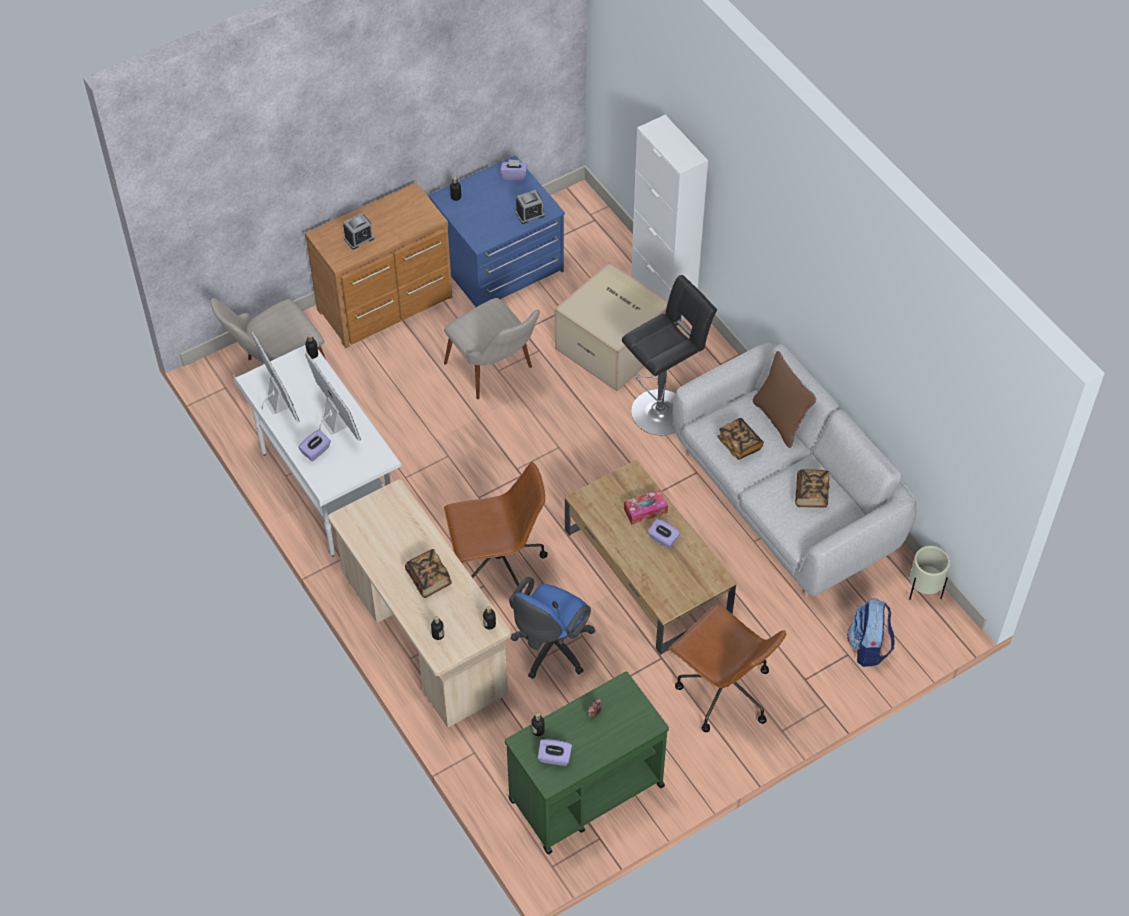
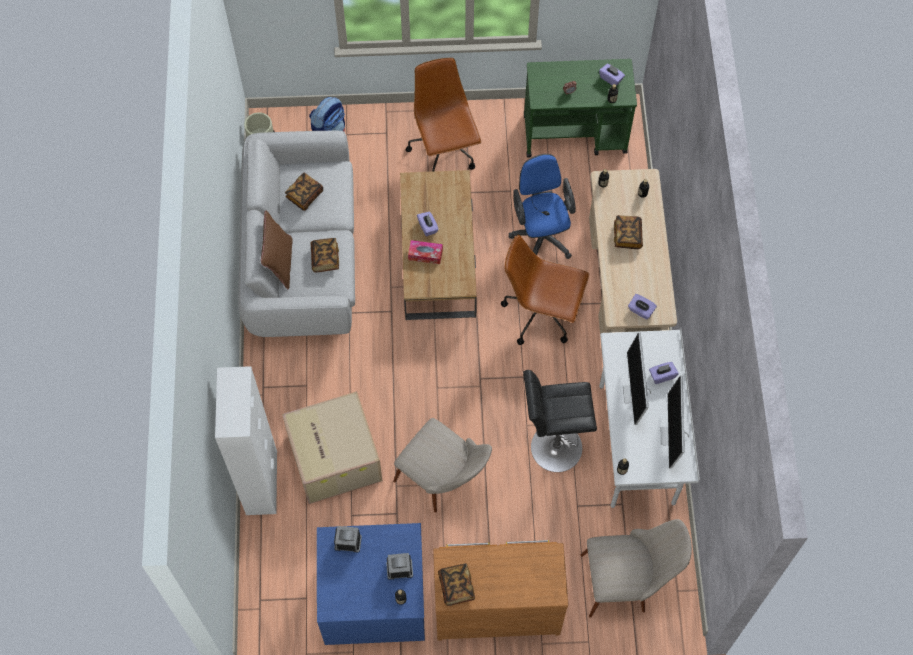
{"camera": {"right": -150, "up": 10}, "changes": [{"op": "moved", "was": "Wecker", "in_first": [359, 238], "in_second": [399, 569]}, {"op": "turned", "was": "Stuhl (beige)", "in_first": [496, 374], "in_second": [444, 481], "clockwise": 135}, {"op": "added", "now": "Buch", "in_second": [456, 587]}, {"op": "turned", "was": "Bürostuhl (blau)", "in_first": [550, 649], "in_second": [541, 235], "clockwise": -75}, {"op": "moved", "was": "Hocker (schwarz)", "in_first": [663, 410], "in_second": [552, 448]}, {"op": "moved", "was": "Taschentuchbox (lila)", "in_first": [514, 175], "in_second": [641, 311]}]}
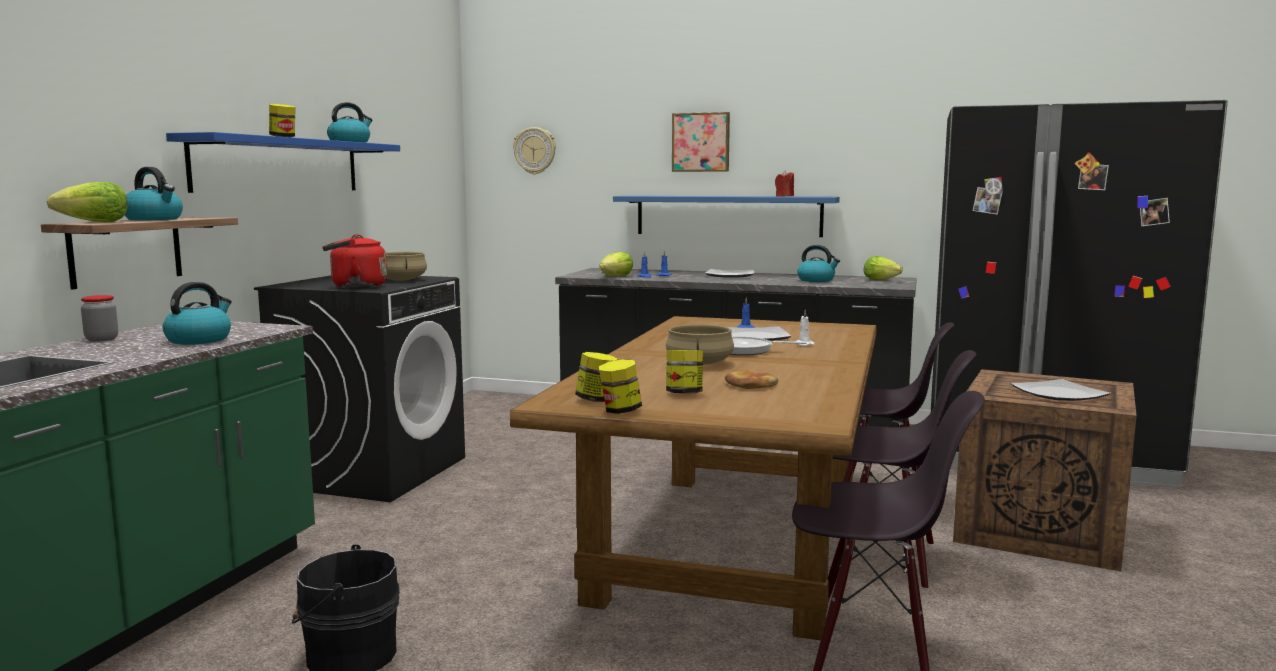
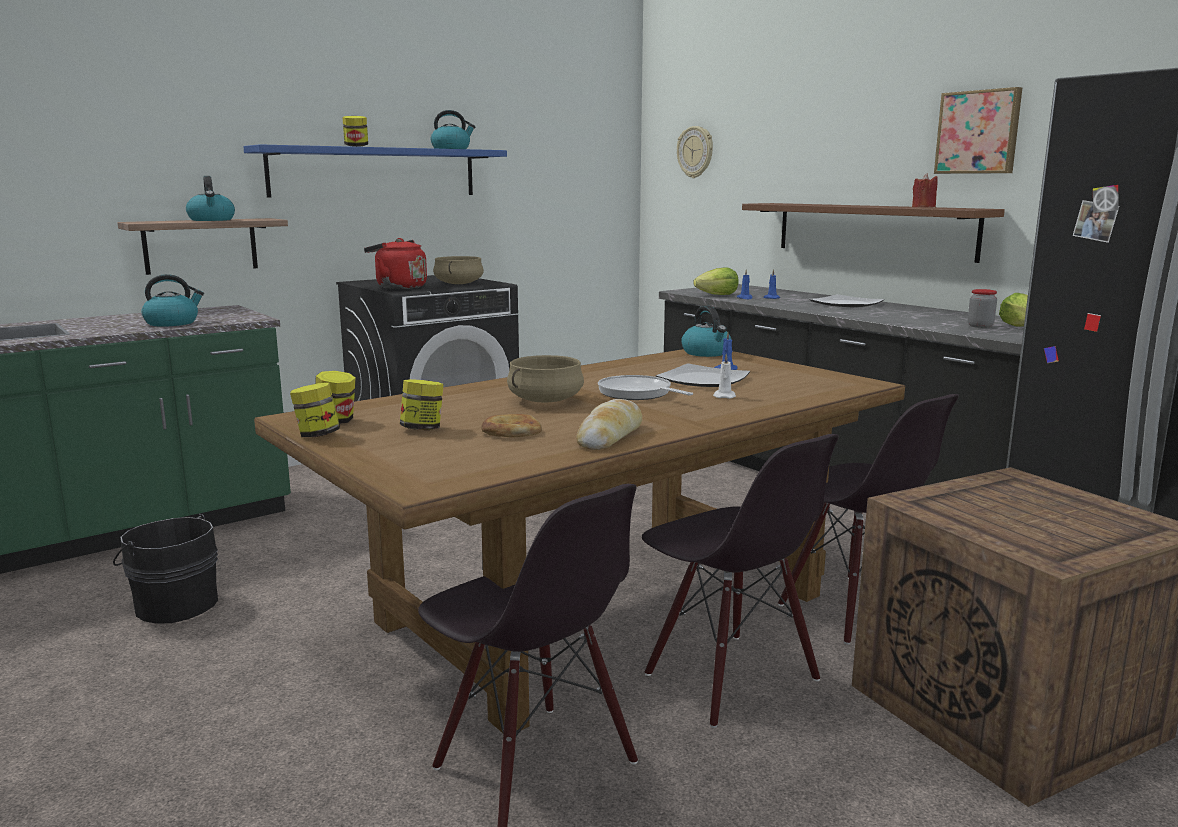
{"camera": {"right": 35, "up": 5}, "changes": [{"op": "added", "now": "Brot", "in_second": [610, 436]}, {"op": "moved", "was": "Wasserkessel", "in_first": [816, 280], "in_second": [706, 353]}, {"op": "recoloured", "was": "Wandregal (blau)", "now": "Wandregal (braun)", "in_first": [728, 215], "in_second": [872, 230]}, {"op": "moved", "was": "Bild", "in_first": [701, 142], "in_second": [978, 132]}, {"op": "moved", "was": "Vorratsglas", "in_first": [101, 339], "in_second": [980, 326]}, {"op": "removed", "was": "Salatkopf", "in_first": [94, 222]}, {"op": "removed", "was": "Teller", "in_first": [1057, 394]}]}
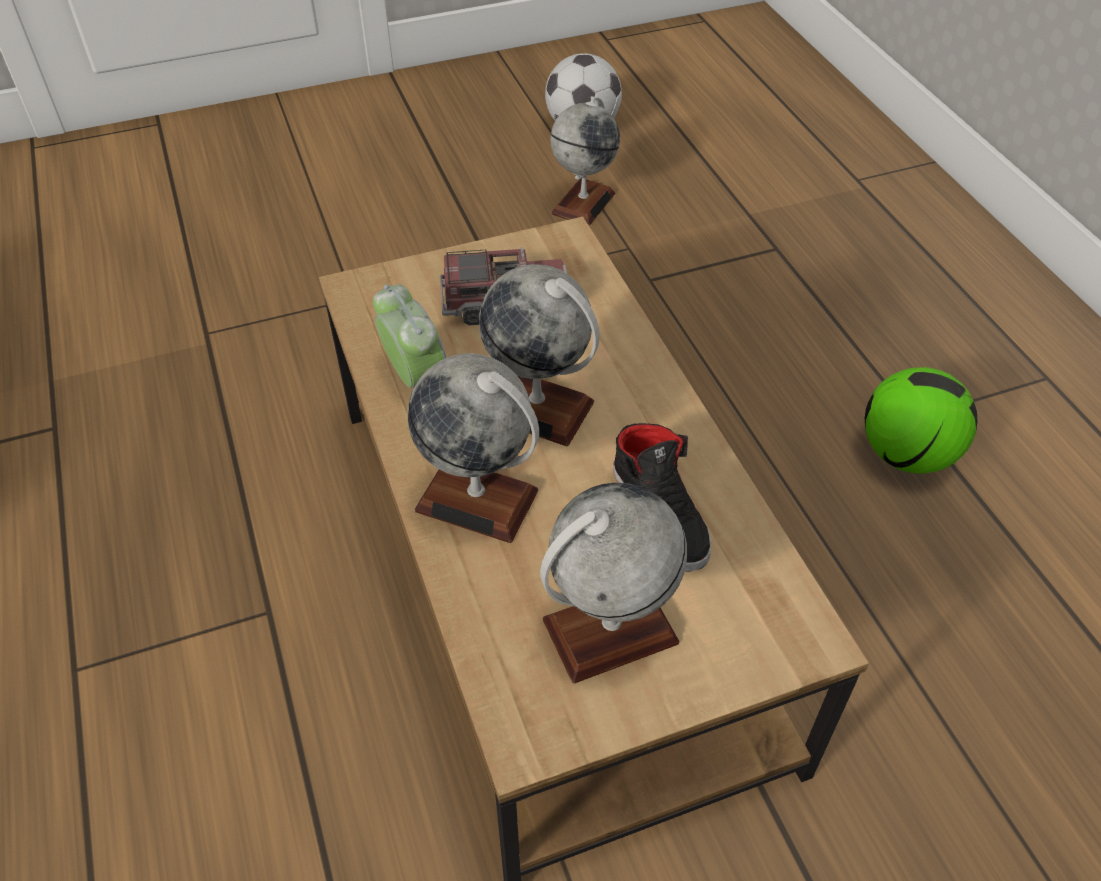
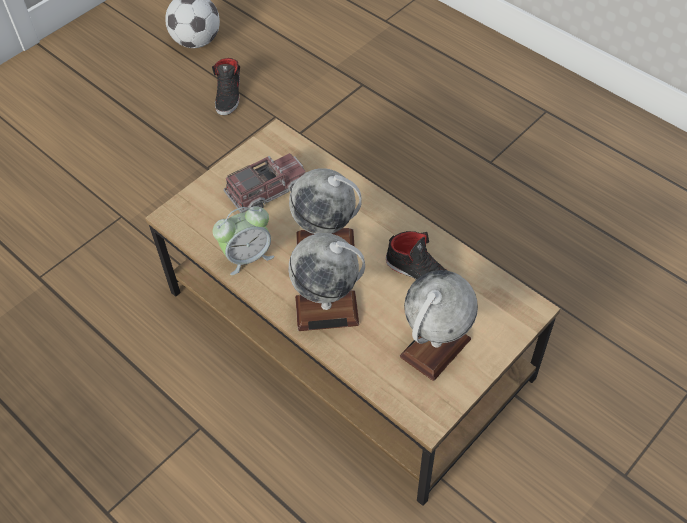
{"camera": {"right": -25, "up": 5}, "changes": [{"op": "replaced", "was": "Globus", "now": "Schuh (schwarz)", "in_first": [583, 203], "in_second": [229, 95]}, {"op": "turned", "was": "Wecker", "in_first": [416, 378], "in_second": [247, 256], "clockwise": 120}, {"op": "removed", "was": "Fußball", "in_first": [907, 454]}]}
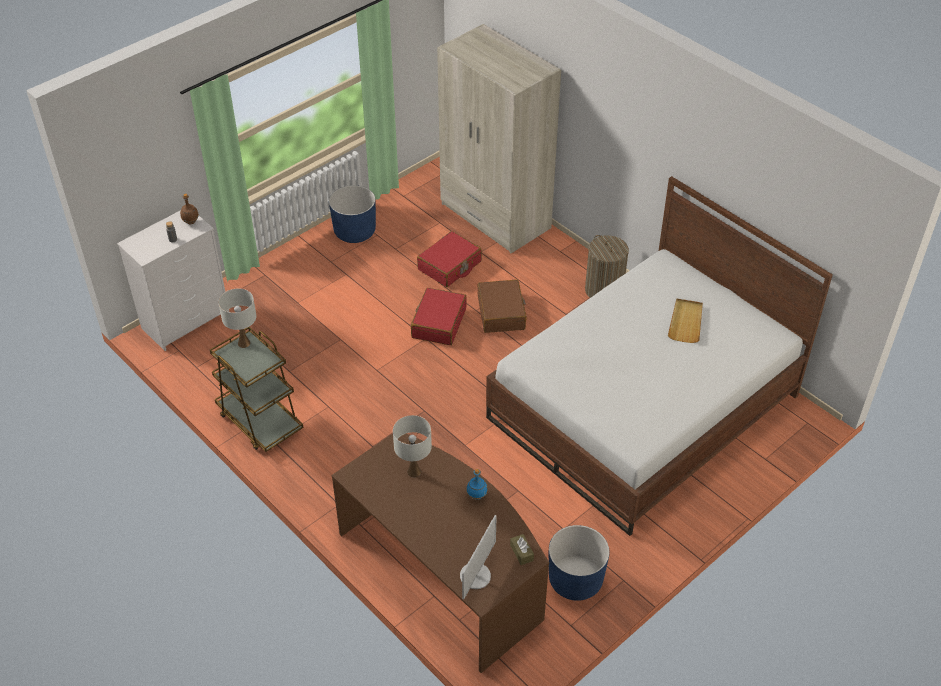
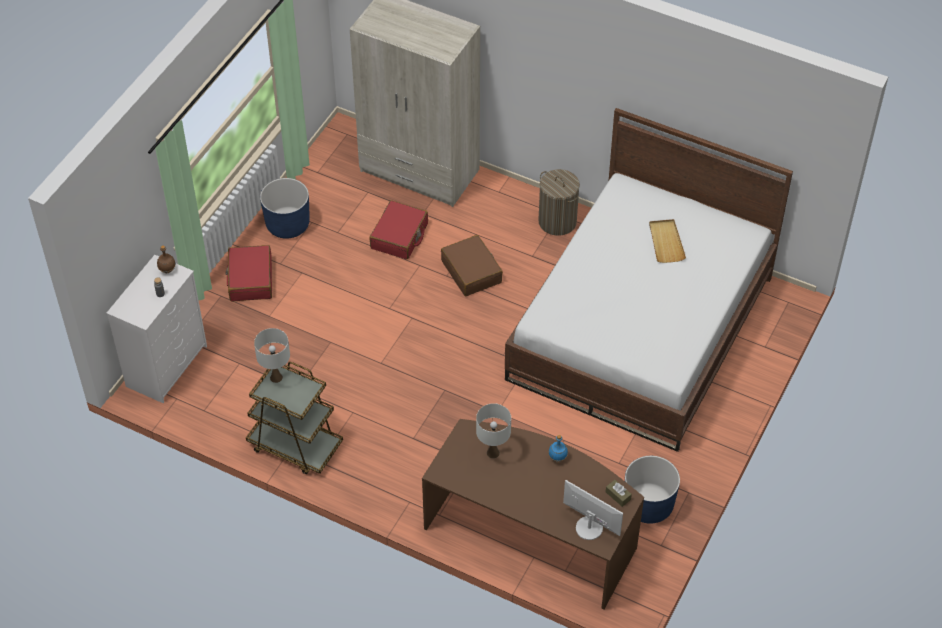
{"camera": {"right": -20, "up": 5}, "changes": [{"op": "moved", "was": "Koffer (rot)", "in_first": [438, 323], "in_second": [250, 279]}, {"op": "turned", "was": "Monitor", "in_first": [476, 576], "in_second": [589, 527], "clockwise": -60}]}
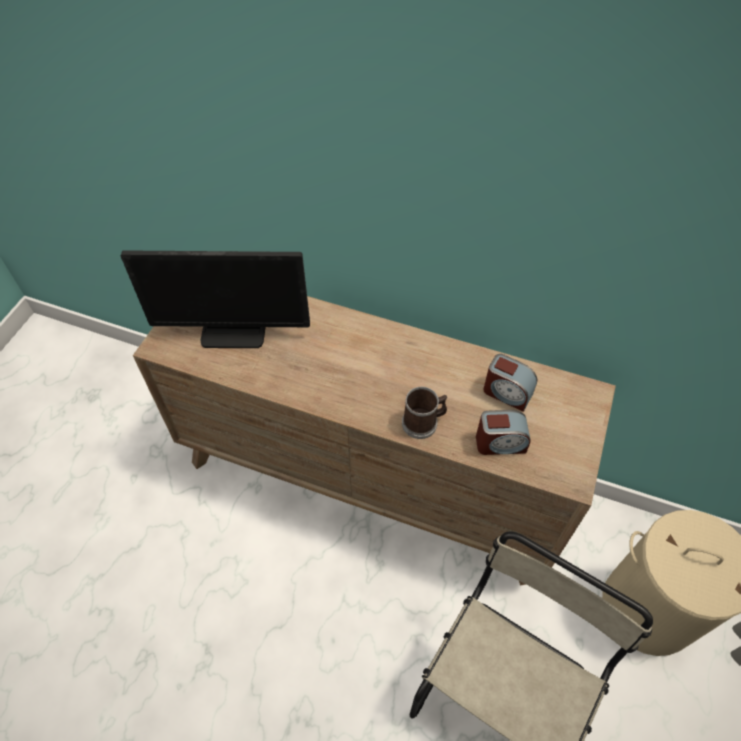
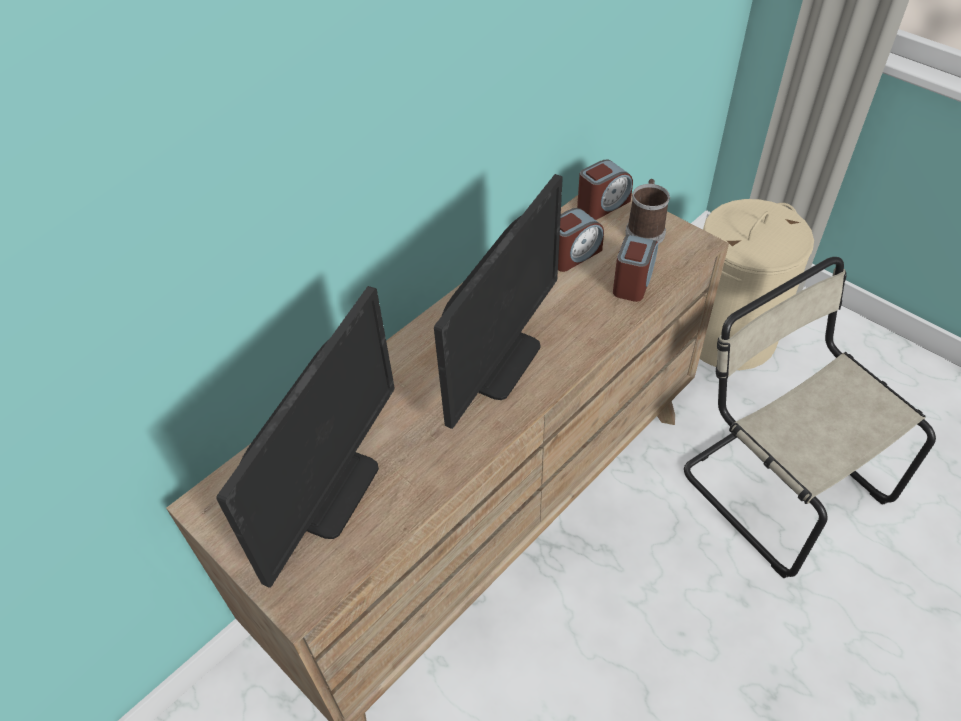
{"camera": {"right": -65, "up": -5}, "changes": [{"op": "added", "now": "Monitor", "in_second": [499, 362]}, {"op": "added", "now": "Wecker", "in_second": [602, 205]}, {"op": "moved", "was": "Henkelbecher", "in_first": [423, 422], "in_second": [645, 230]}]}
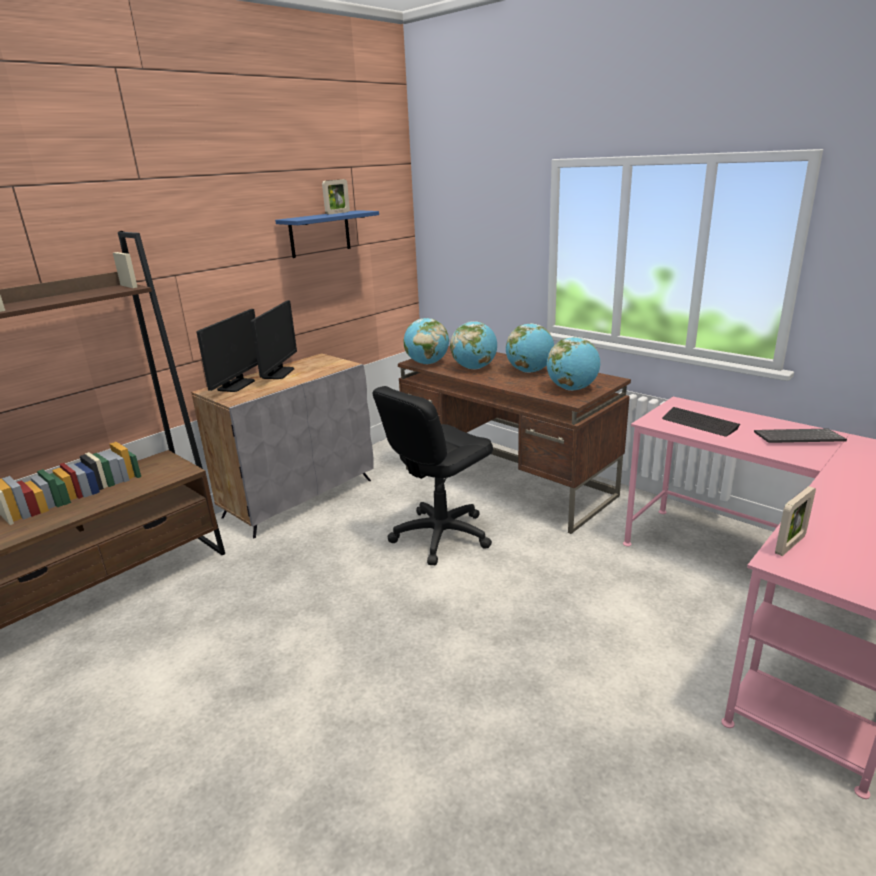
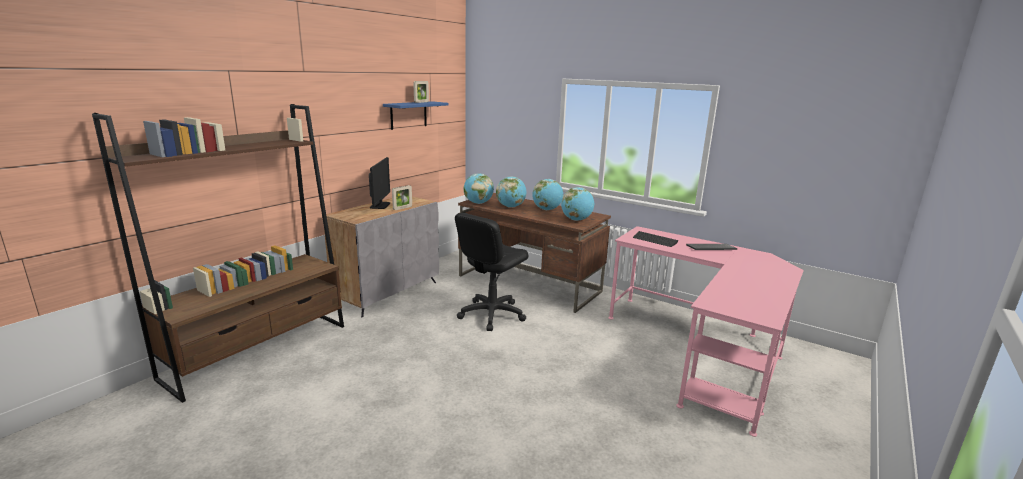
{"camera": {"right": -10, "up": -5}, "changes": [{"op": "moved", "was": "Bilderrahmen", "in_first": [790, 545], "in_second": [402, 208]}, {"op": "removed", "was": "Monitor", "in_first": [236, 385]}]}
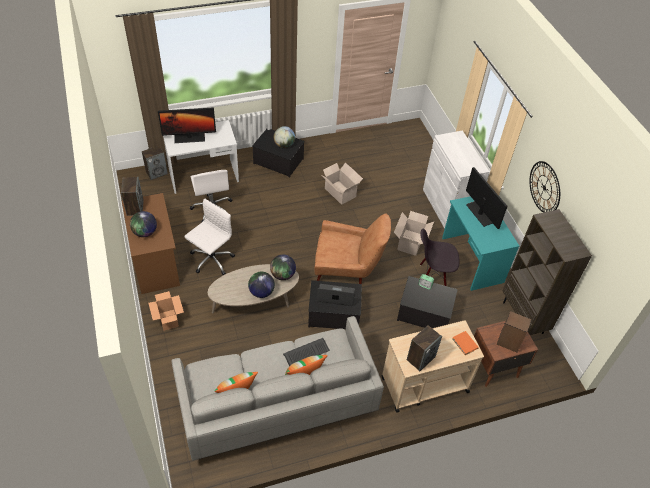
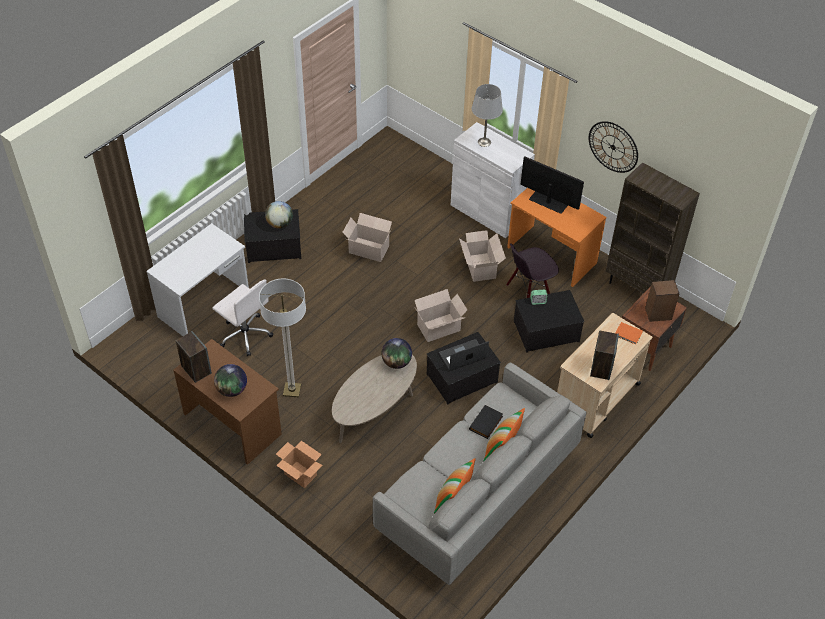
{"camera": {"right": -30, "up": 0}, "changes": [{"op": "replaced", "was": "Bürostuhl (weiß)", "now": "Stehlampe", "in_first": [211, 260], "in_second": [292, 390]}, {"op": "replaced", "was": "Sessel (braun)", "now": "Karton", "in_first": [347, 270], "in_second": [440, 327]}, {"op": "replaced", "was": "Tastatur", "now": "Buch (schwarz)", "in_first": [306, 353], "in_second": [486, 423]}, {"op": "added", "now": "Tischlampe (grau)", "in_second": [484, 142]}, {"op": "recoloured", "was": "Schreibtisch (türkis)", "now": "Schreibtisch (orange)", "in_first": [471, 260], "in_second": [551, 256]}, {"op": "removed", "was": "Lautsprecher", "in_first": [156, 173]}, {"op": "removed", "was": "Monitor", "in_first": [189, 137]}, {"op": "removed", "was": "Globus", "in_first": [261, 292]}]}
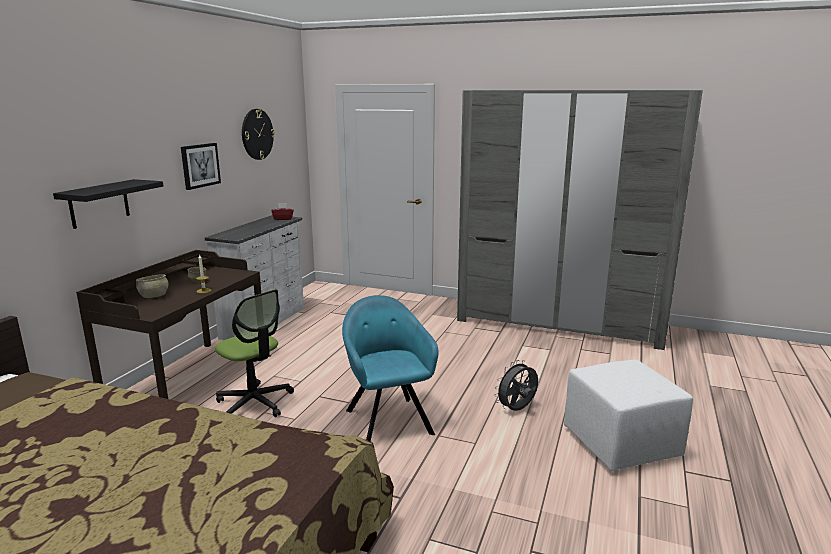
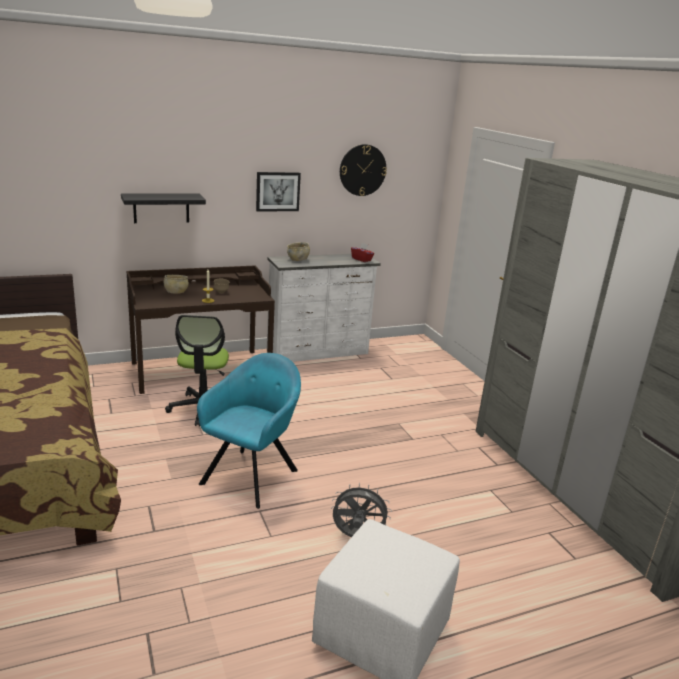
{"camera": {"right": 45, "up": 5}, "changes": [{"op": "added", "now": "Schüssel (beige)", "in_second": [298, 259]}]}
